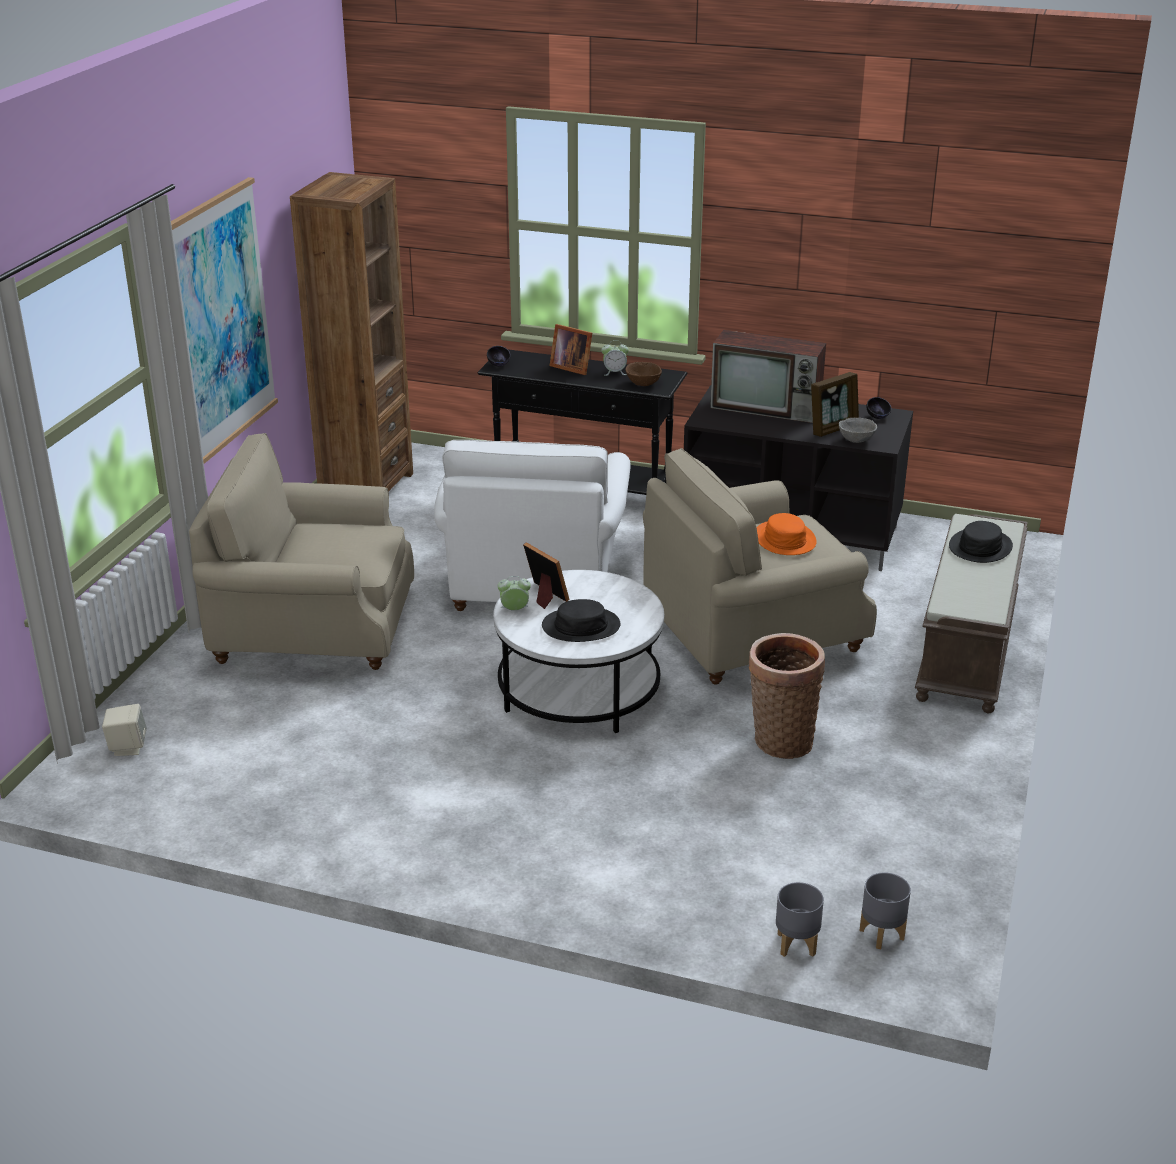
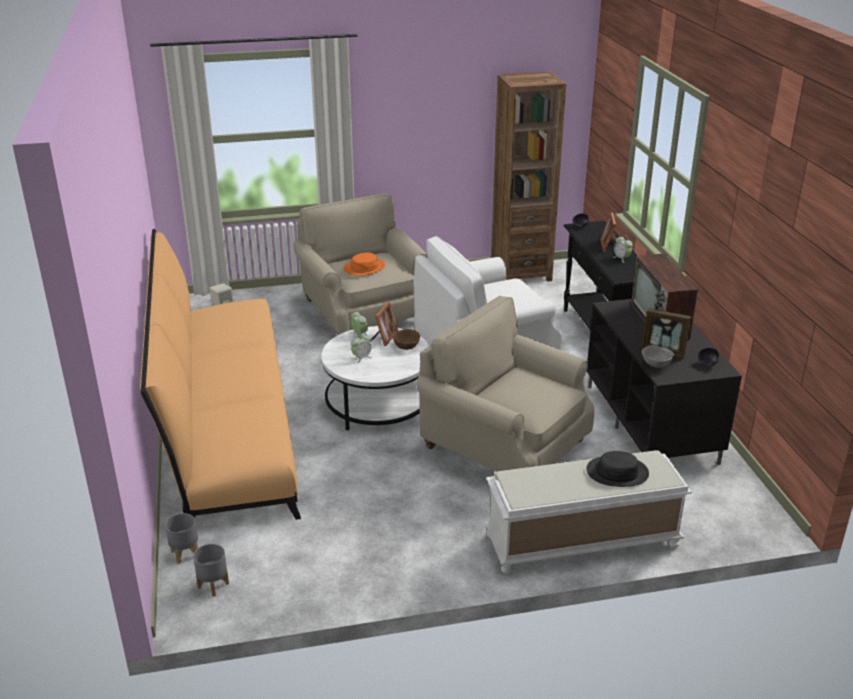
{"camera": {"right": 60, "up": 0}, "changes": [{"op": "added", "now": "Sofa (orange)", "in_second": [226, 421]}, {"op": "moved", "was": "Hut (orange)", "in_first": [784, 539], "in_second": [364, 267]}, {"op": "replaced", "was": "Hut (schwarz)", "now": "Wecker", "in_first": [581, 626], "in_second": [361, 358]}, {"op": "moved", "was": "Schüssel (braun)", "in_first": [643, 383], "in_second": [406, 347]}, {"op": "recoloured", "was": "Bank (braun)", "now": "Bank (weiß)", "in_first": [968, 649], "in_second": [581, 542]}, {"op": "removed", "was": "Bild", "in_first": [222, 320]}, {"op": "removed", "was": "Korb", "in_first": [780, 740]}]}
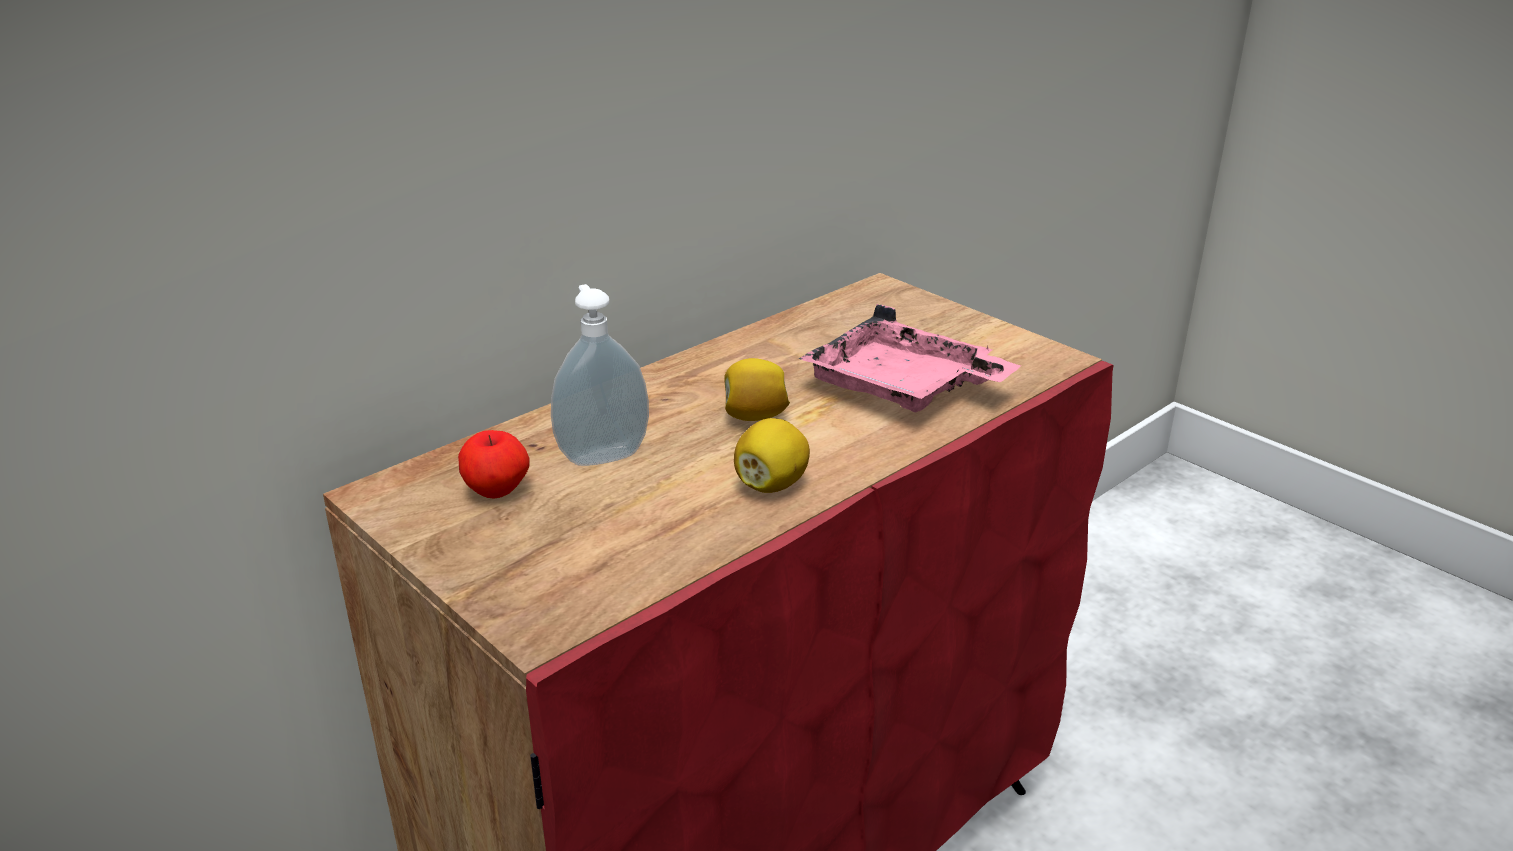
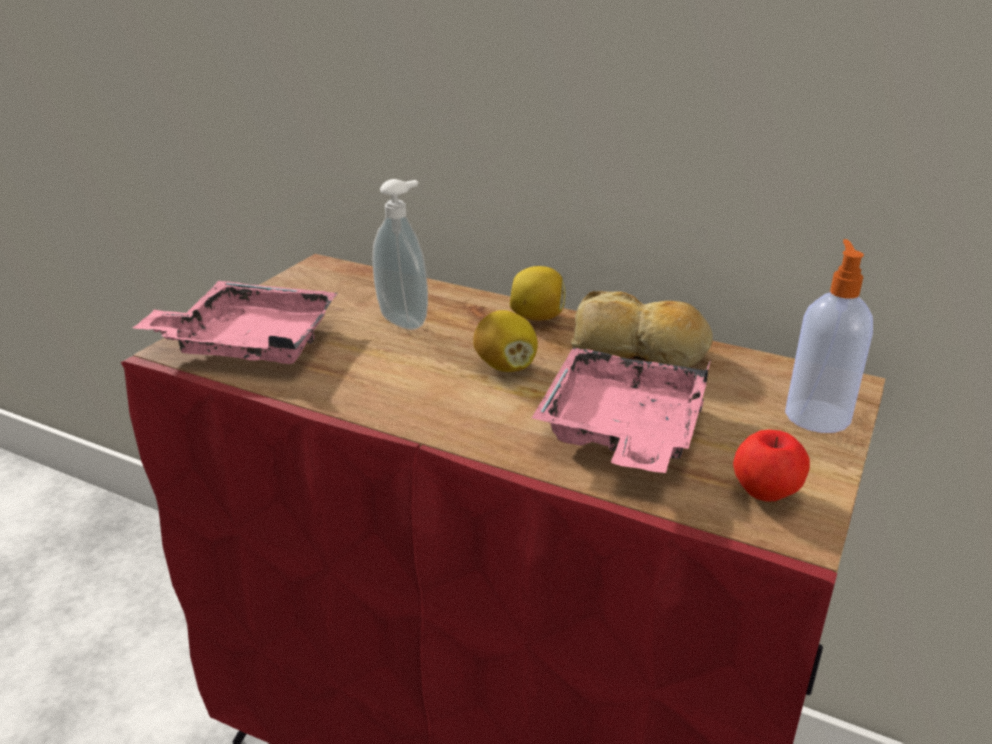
{"camera": {"right": 70, "up": 0}, "changes": [{"op": "added", "now": "Tablett (rosa)", "in_second": [249, 343]}, {"op": "moved", "was": "Zitrone", "in_first": [771, 484], "in_second": [537, 317]}, {"op": "added", "now": "Brot", "in_second": [640, 352]}, {"op": "moved", "was": "Apfel", "in_first": [497, 490], "in_second": [766, 493]}, {"op": "added", "now": "Seifenspender", "in_second": [817, 415]}]}
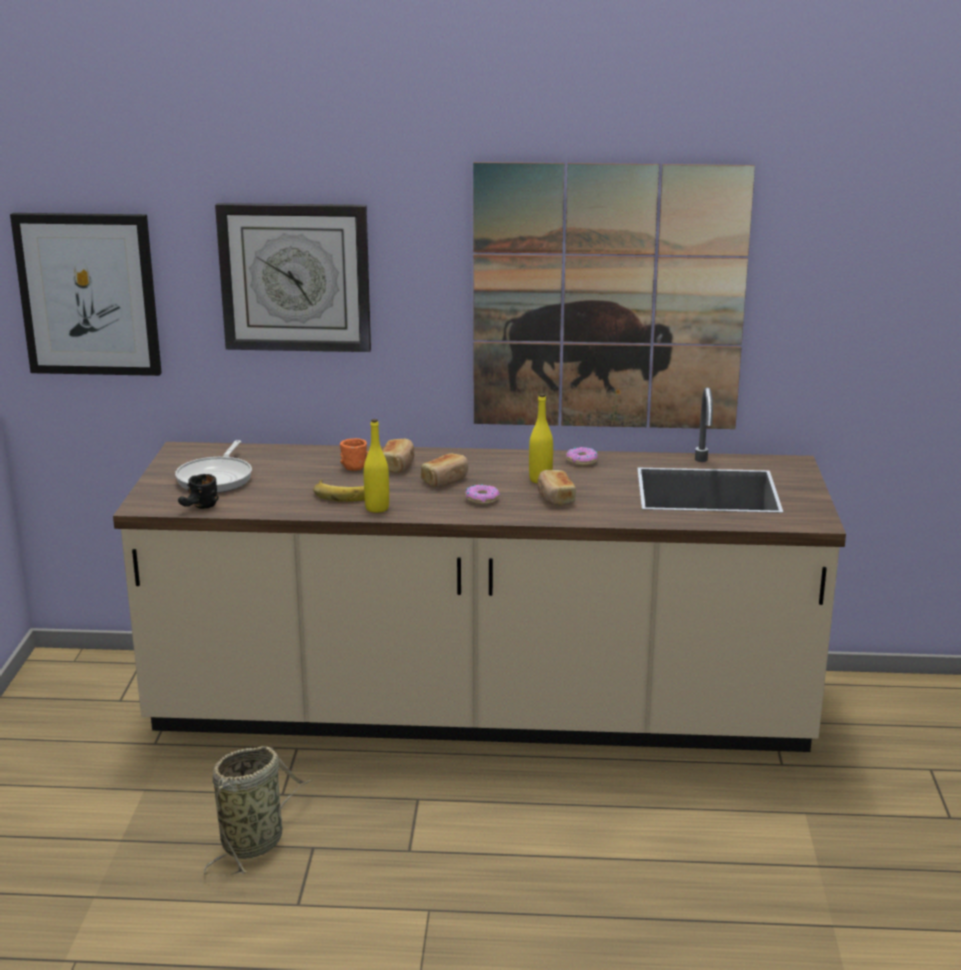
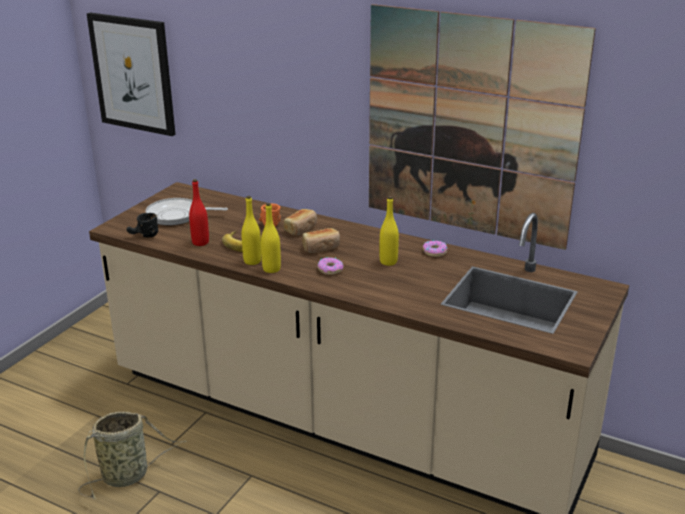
{"camera": {"right": 25, "up": 5}, "changes": [{"op": "turned", "was": "Pfanne", "in_first": [217, 478], "in_second": [177, 215], "clockwise": 60}, {"op": "added", "now": "Flasche (rot)", "in_second": [200, 242]}, {"op": "added", "now": "Flasche (gelb)", "in_second": [271, 269]}, {"op": "removed", "was": "Wanduhr", "in_first": [295, 277]}, {"op": "removed", "was": "Brot", "in_first": [555, 498]}]}
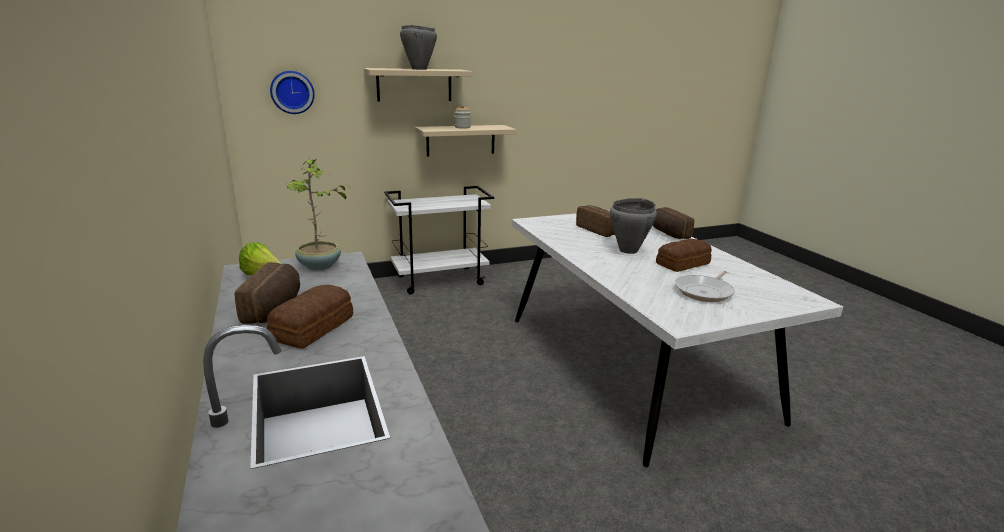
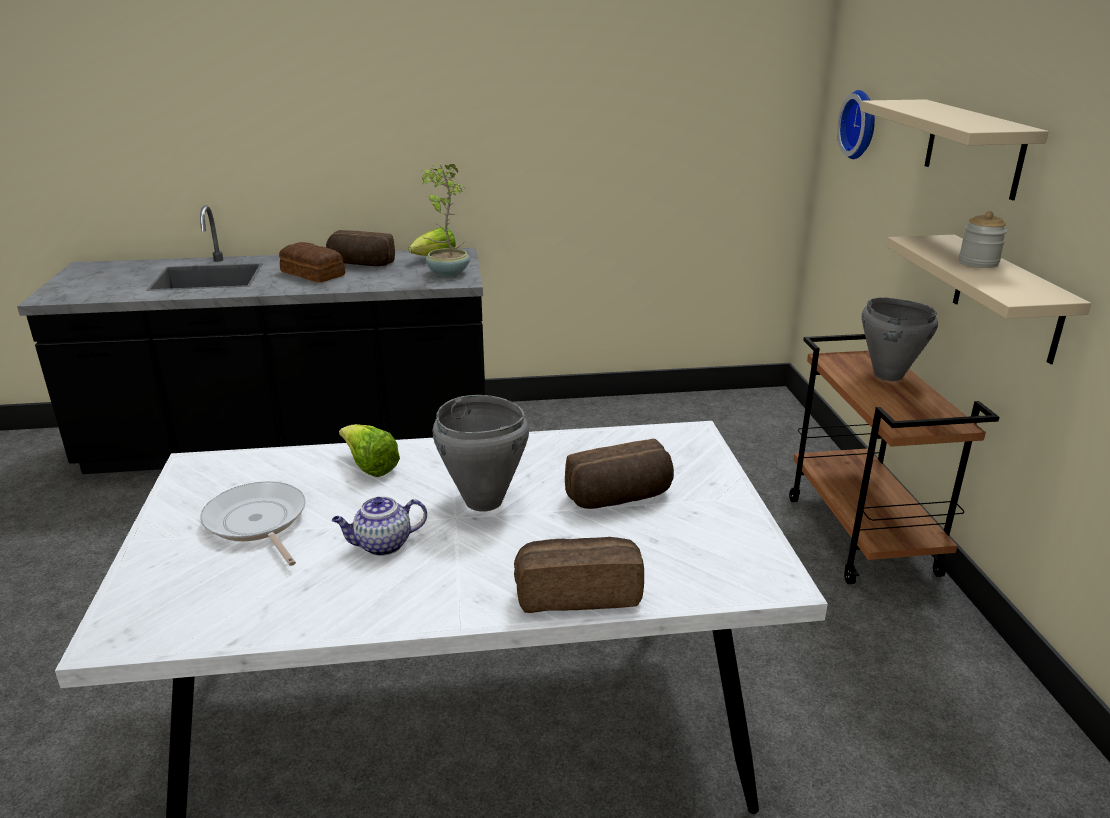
{"camera": {"right": 105, "up": 5}, "changes": [{"op": "replaced", "was": "Brot", "now": "Teekanne", "in_first": [684, 264], "in_second": [382, 545]}, {"op": "added", "now": "Salatkopf", "in_second": [369, 467]}, {"op": "recoloured", "was": "Rollwagen (weiß)", "now": "Rollwagen (braun)", "in_first": [440, 280], "in_second": [862, 536]}, {"op": "moved", "was": "Kochtopf (grau)", "in_first": [418, 69], "in_second": [887, 375]}]}
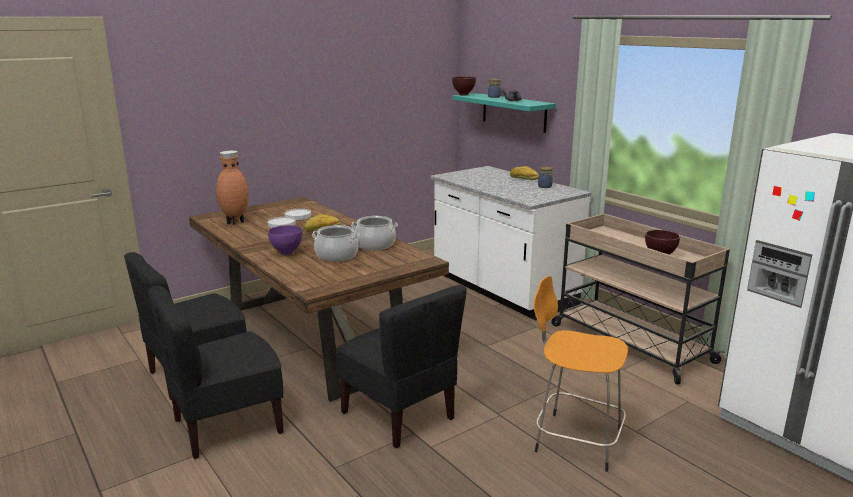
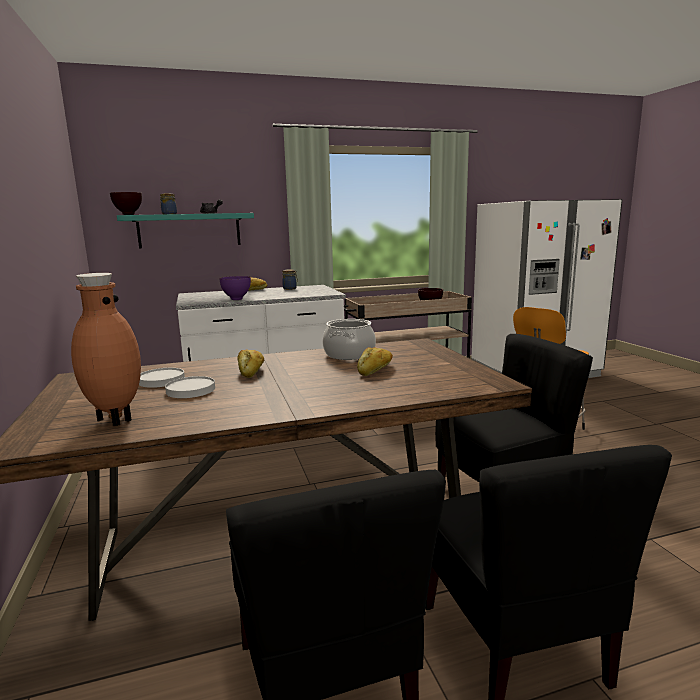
{"camera": {"right": -70, "up": -5}, "changes": [{"op": "moved", "was": "Schüssel (lila)", "in_first": [286, 253], "in_second": [236, 299]}, {"op": "replaced", "was": "Kochtopf", "now": "Brot", "in_first": [337, 256], "in_second": [375, 369]}]}
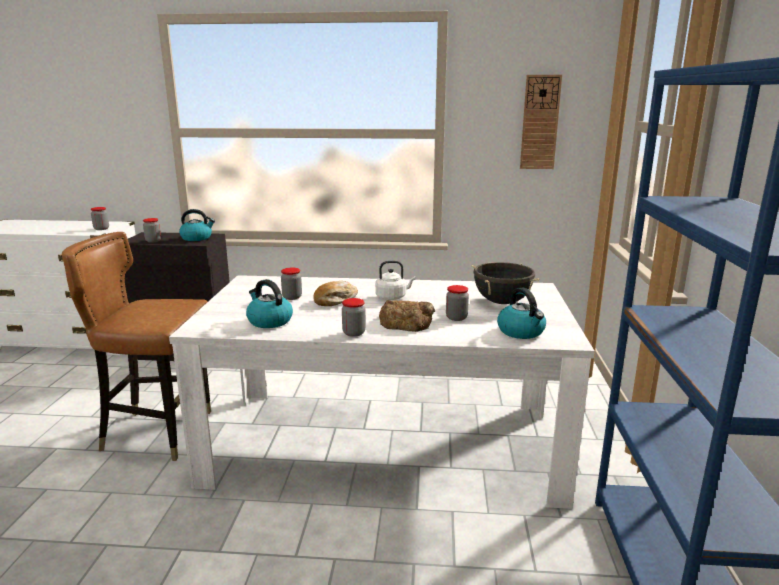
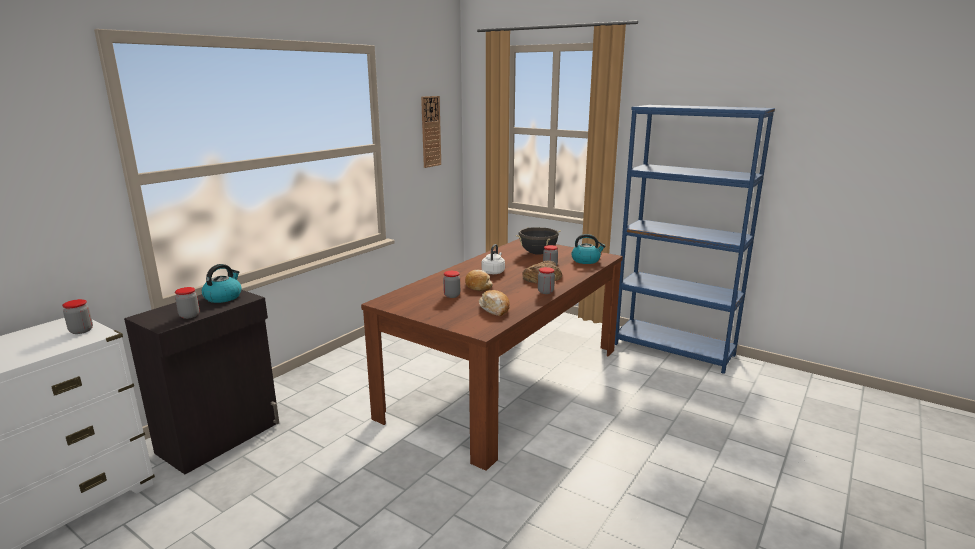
{"camera": {"right": -60, "up": 0}, "changes": [{"op": "recoloured", "was": "Esstisch (weiß)", "now": "Esstisch (braun)", "in_first": [385, 444], "in_second": [506, 381]}, {"op": "replaced", "was": "Wasserkessel", "now": "Brot", "in_first": [269, 321], "in_second": [495, 308]}, {"op": "removed", "was": "Stuhl (braun)", "in_first": [159, 433]}]}
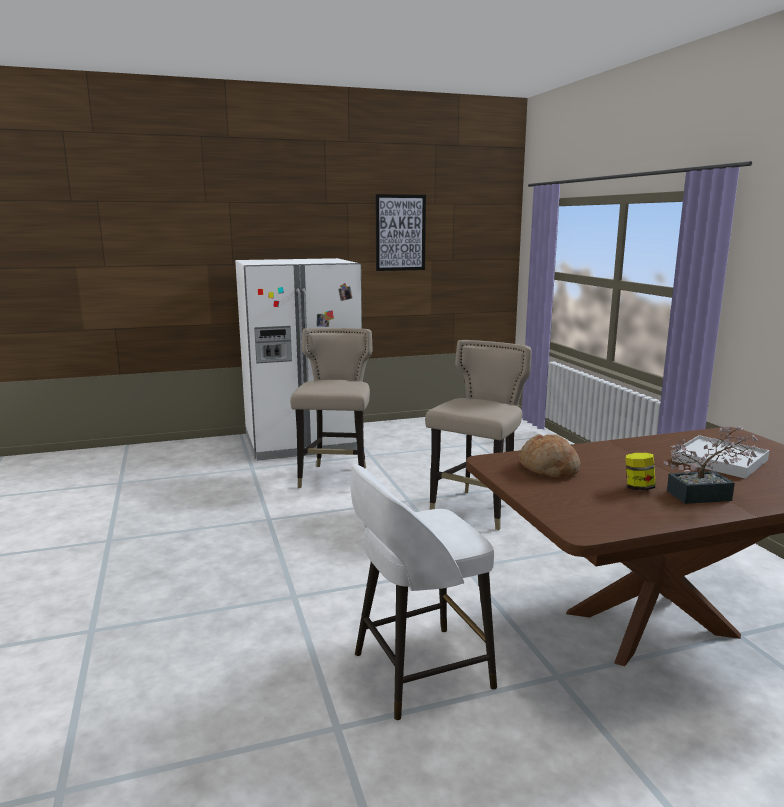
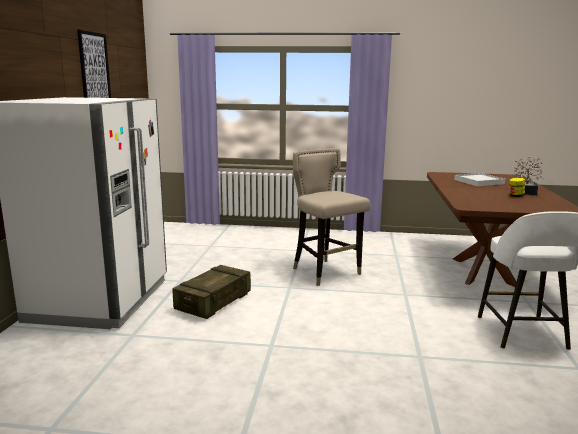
{"camera": {"right": -65, "up": 0}, "changes": [{"op": "replaced", "was": "Hocker (beige)", "now": "Kiste", "in_first": [336, 478], "in_second": [214, 302]}, {"op": "removed", "was": "Brot", "in_first": [548, 469]}]}
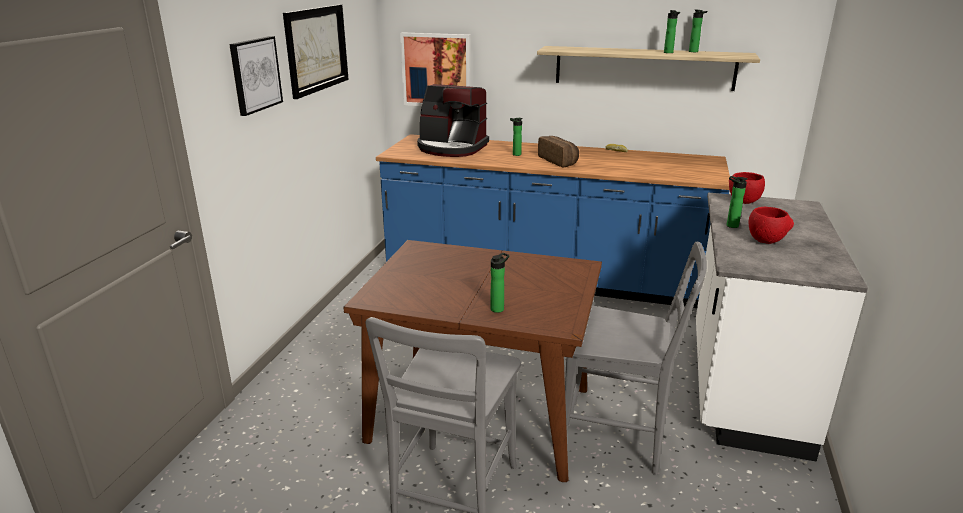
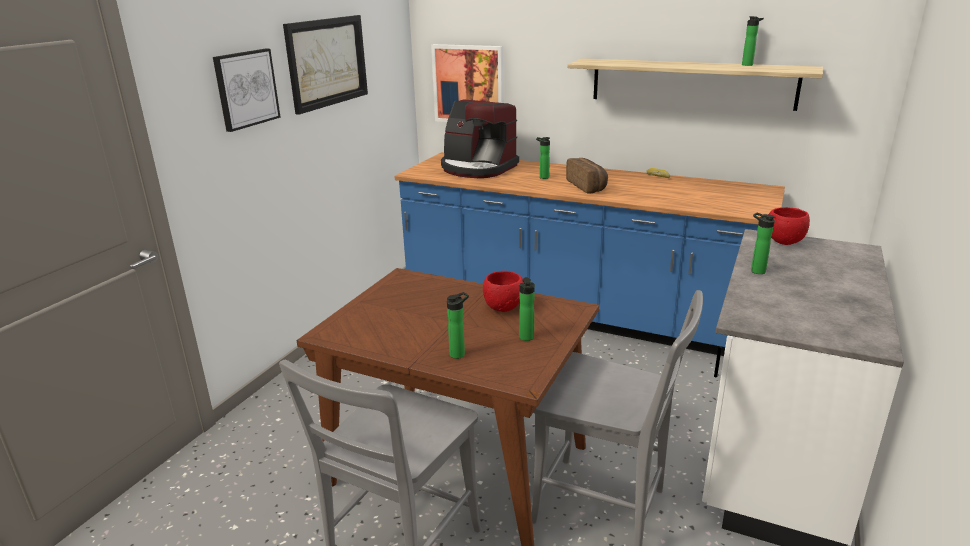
{"camera": {"right": 10, "up": 0}, "changes": [{"op": "moved", "was": "Schüssel (rot)", "in_first": [766, 241], "in_second": [504, 309]}, {"op": "moved", "was": "Flasche", "in_first": [669, 53], "in_second": [527, 338]}]}
